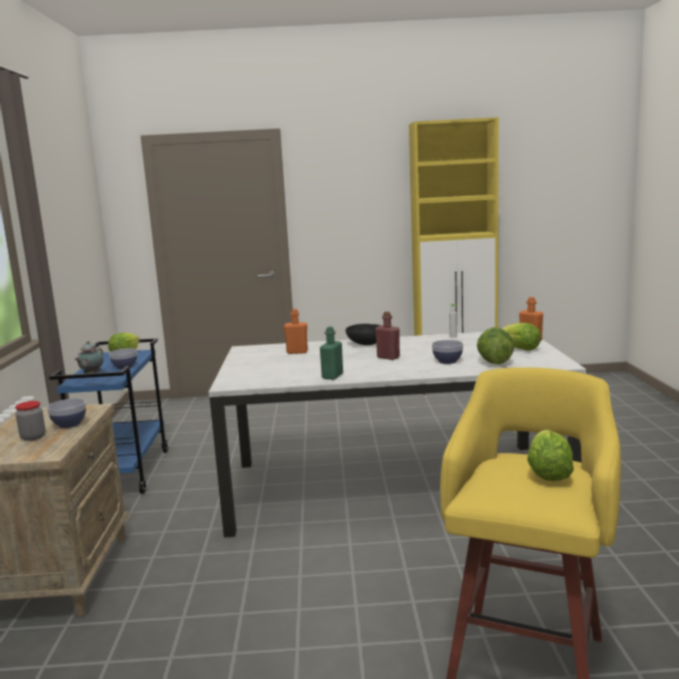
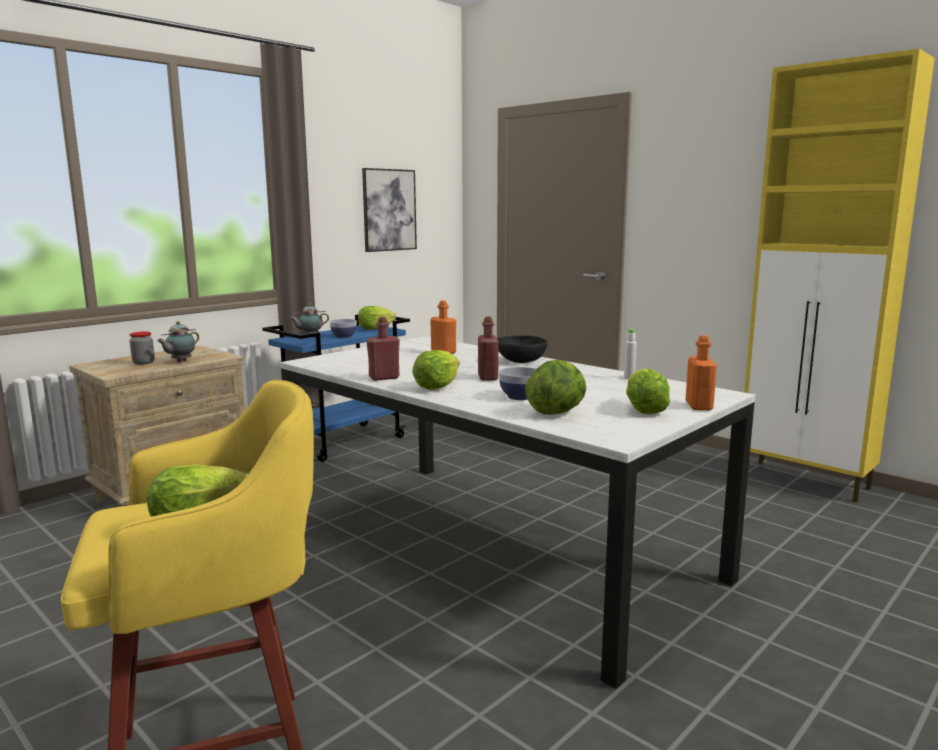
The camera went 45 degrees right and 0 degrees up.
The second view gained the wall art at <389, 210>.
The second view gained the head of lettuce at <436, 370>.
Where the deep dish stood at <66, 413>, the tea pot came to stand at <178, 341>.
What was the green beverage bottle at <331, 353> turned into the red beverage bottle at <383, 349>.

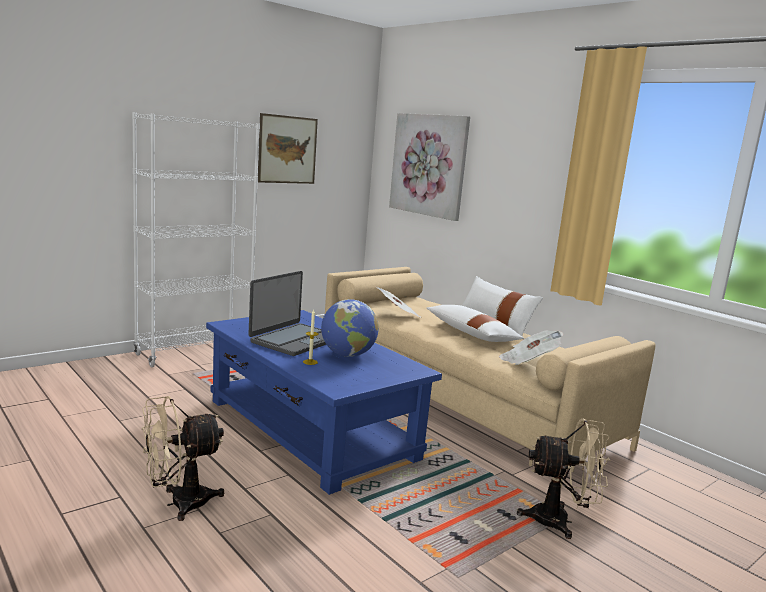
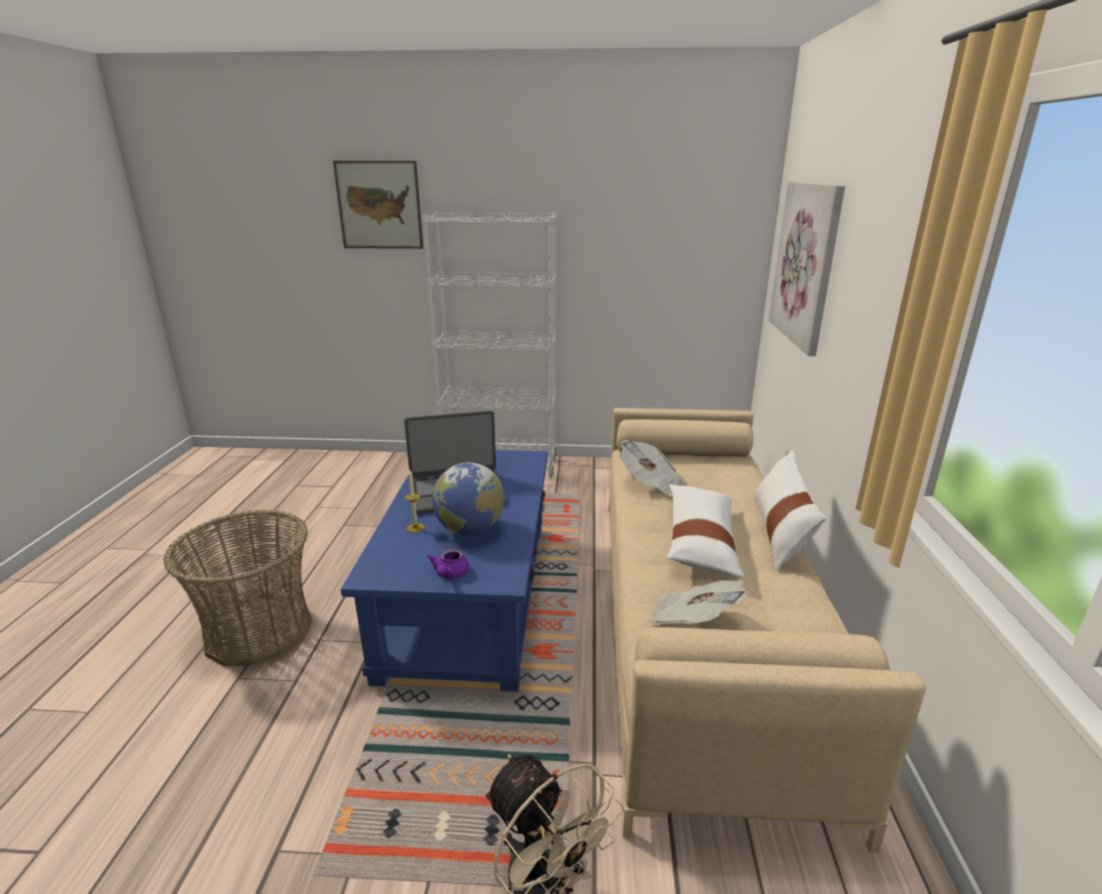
The camera went 45 degrees right and 10 degrees up.
The second view gained the purple tea pot at <448, 564>.
The wall art ended up elsewhere, having gone from <288, 148> to <378, 205>.
Where the sand-coloured cooling fan stood at <183, 458>, the household basket came to stand at <237, 587>.

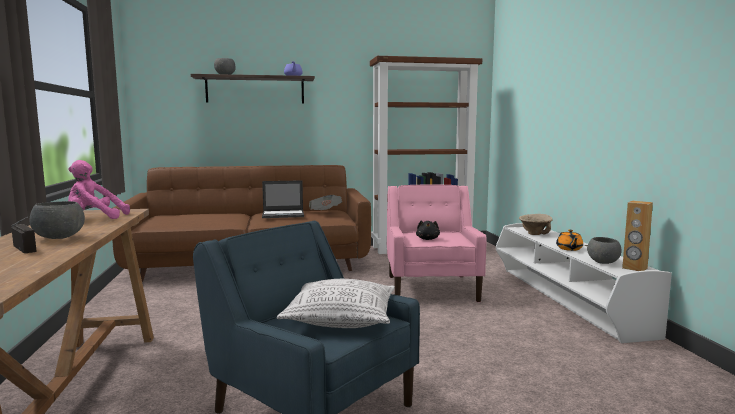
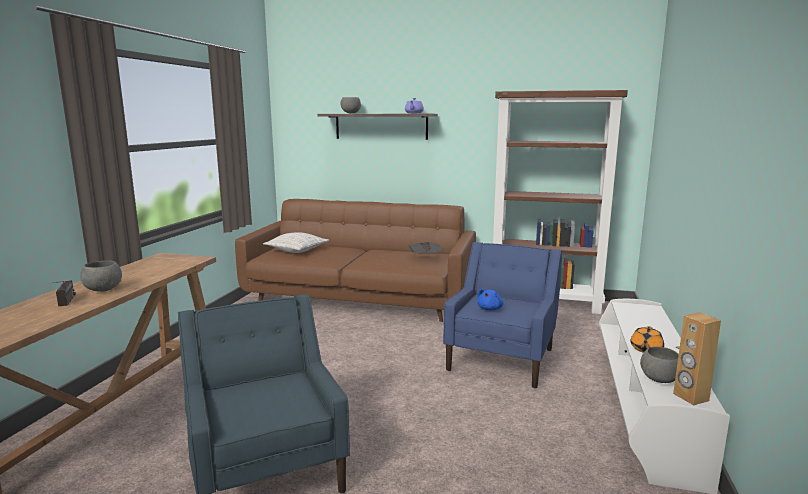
The camera went 25 degrees right and 5 degrees up.
The second view lost the pink cuddly toy at <99, 189>.
The second view lost the notebook computer at <283, 199>.
The second view lost the sand-coloured deep dish at <536, 224>.
The pillow ended up elsewhere, having gone from <335, 303> to <296, 242>.
What was the pink easy chair at <437, 243> turned into the bluish easy chair at <502, 315>.
What was the blackish cuddly toy at <428, 230> turned into the bluish cuddly toy at <490, 299>.

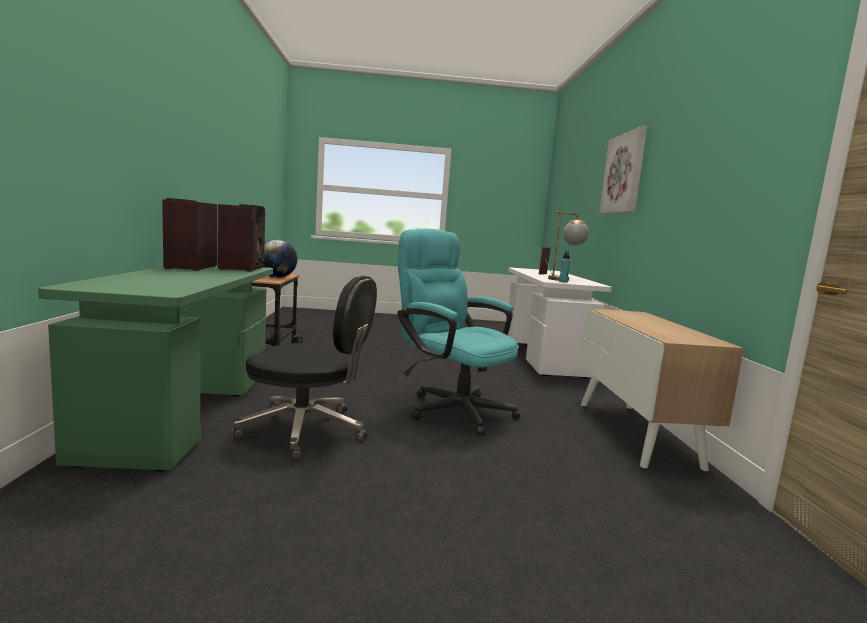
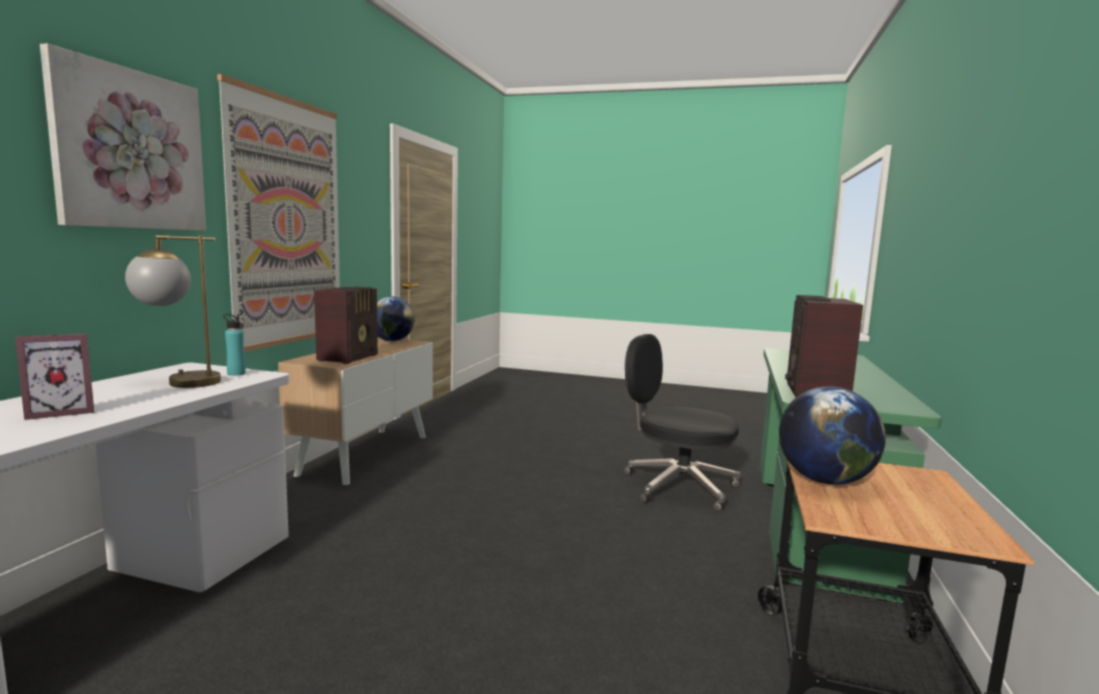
The camera went 160 degrees left and 0 degrees up.
The second view lost the turquoise-coloured desk chair at <458, 332>.
The second view gained the wall art at <278, 213>.
The second view gained the globe at <396, 318>.
The radio receiver ended up elsewhere, having gone from <189, 234> to <346, 325>.

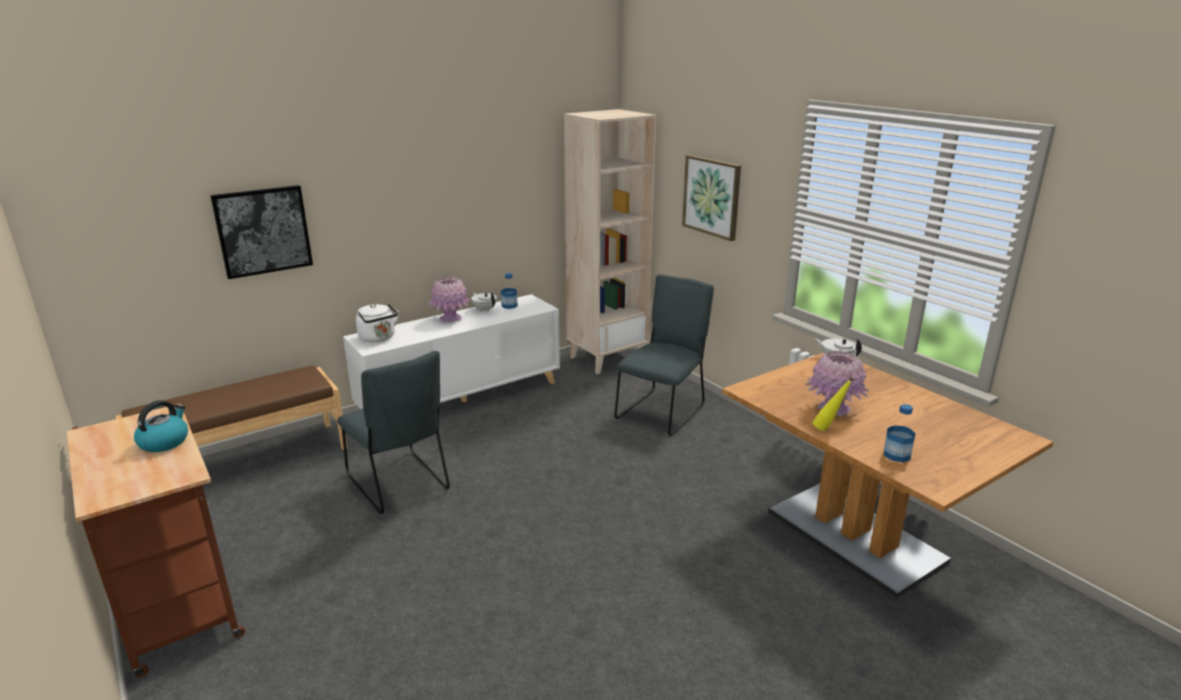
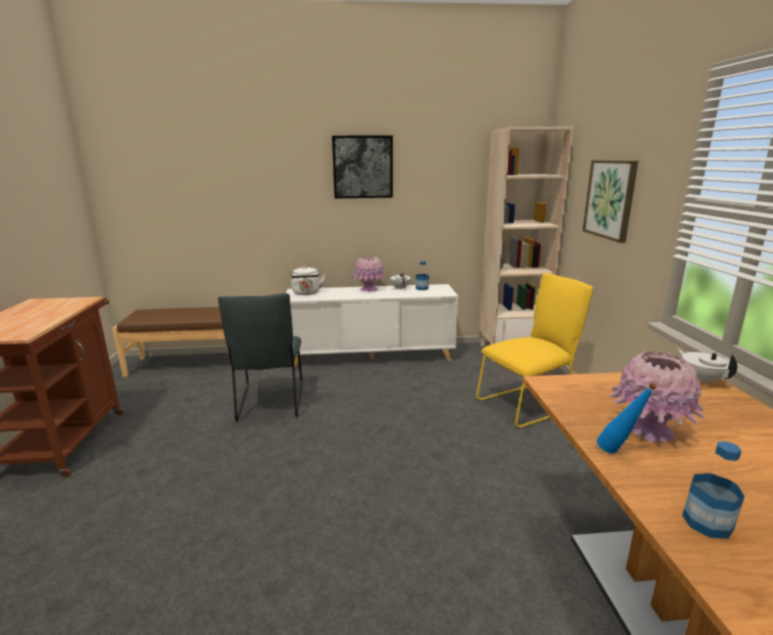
The camera went 30 degrees right and 5 degrees down.
The second view lost the kettle at <161, 426>.
The wall art ended up elsewhere, having gone from <261, 232> to <362, 166>.
What was the gray upright chair at <664, 355> turned into the yellow upright chair at <534, 350>.
What was the yellow beverage bottle at <833, 403> turned into the bluish beverage bottle at <627, 418>.

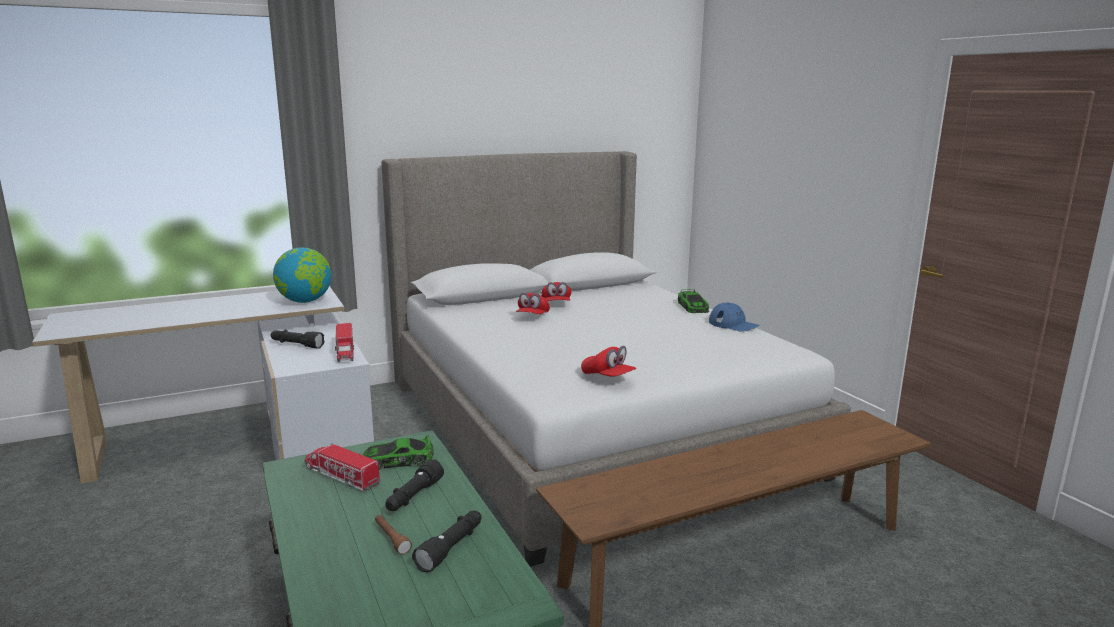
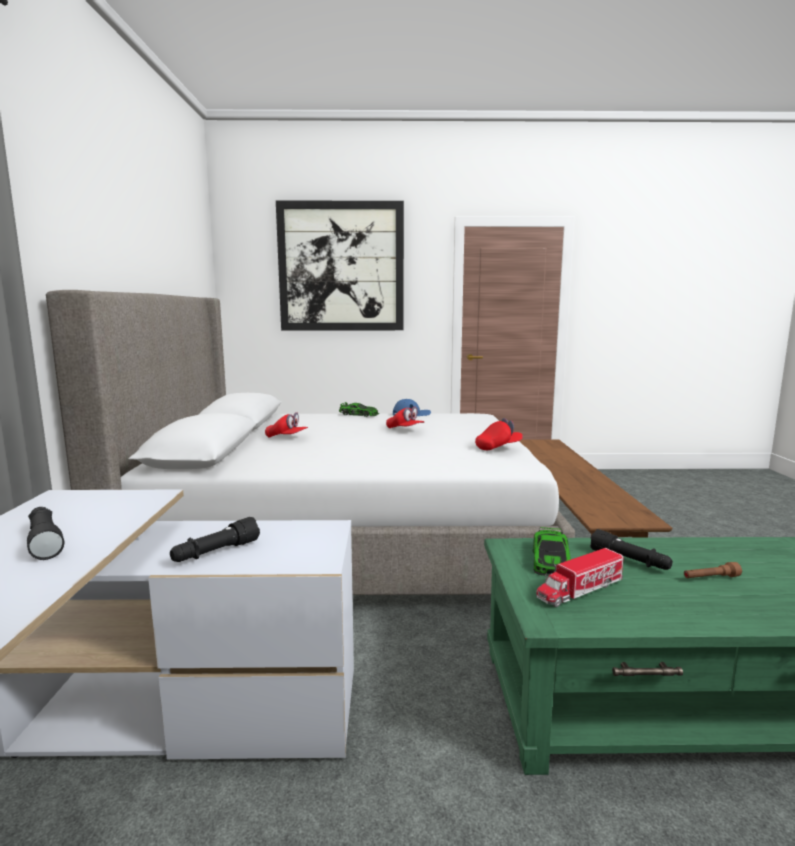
The camera went 65 degrees left and 5 degrees down.
The second view lost the globe at <302, 275>.
The second view lost the toy truck at <344, 342>.
The second view gained the wall art at <340, 265>.
The blackish flashlight ended up elsewhere, having gone from <446, 541> to <45, 533>.
The red cap ended up elsewhere, having gone from <533, 303> to <405, 417>.

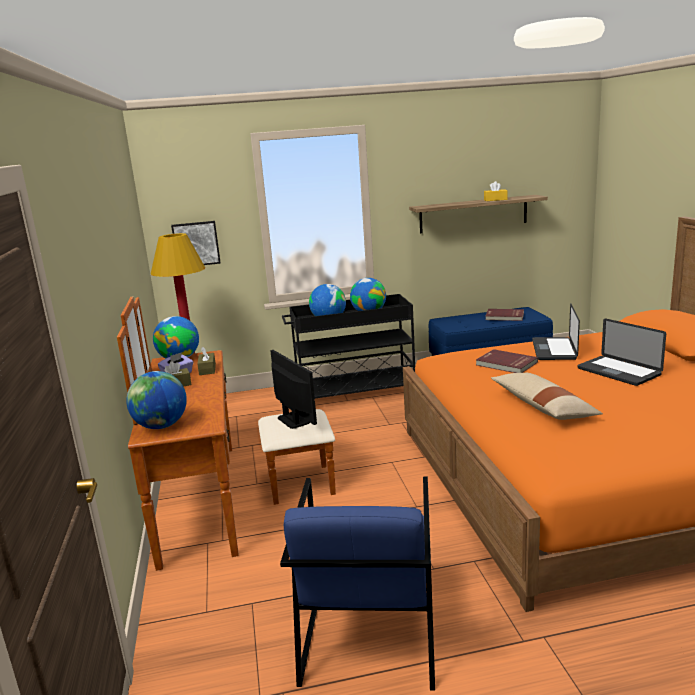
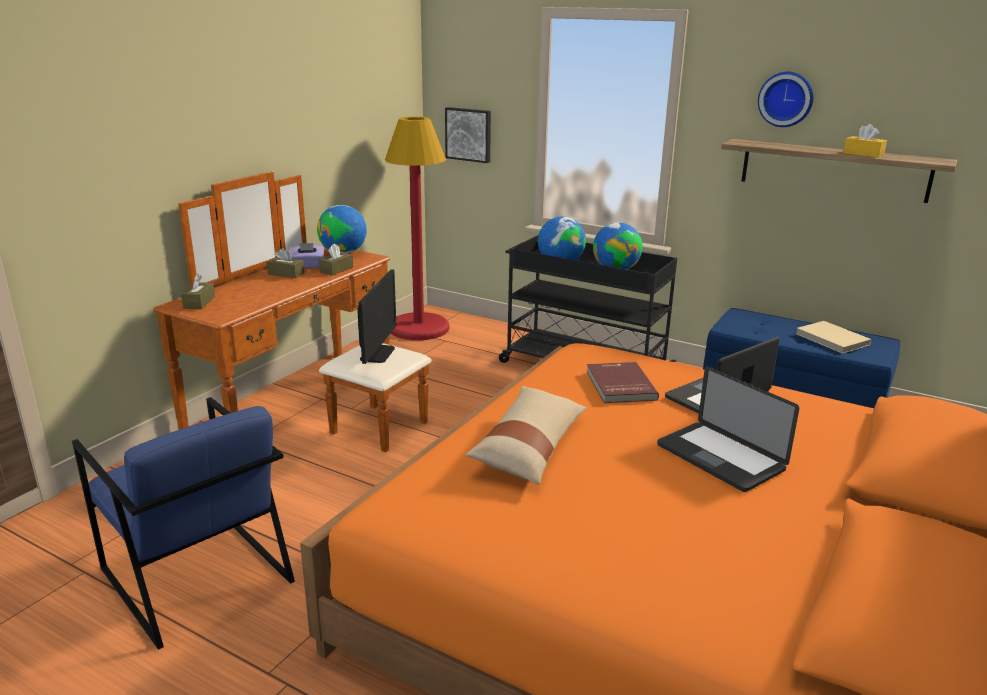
The camera went 40 degrees right and 5 degrees up.
The second view gained the clock on the wall at <785, 99>.
Where the globe stood at <156, 400>, the brown tissue holder came to stand at <198, 291>.
What was the red bound book at <504, 315> turned into the sand-coloured bound book at <834, 337>.
The bluish easy chair at <357, 584> ended up facing another way, 90 degrees counterclockwise from before.
The notebook computer at <621, 352> ended up facing another way, 45 degrees counterclockwise from before.

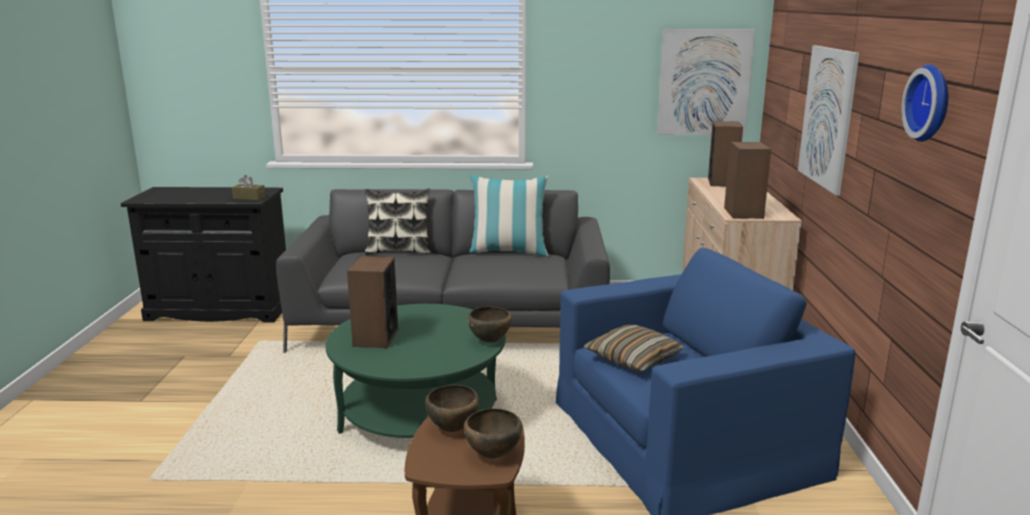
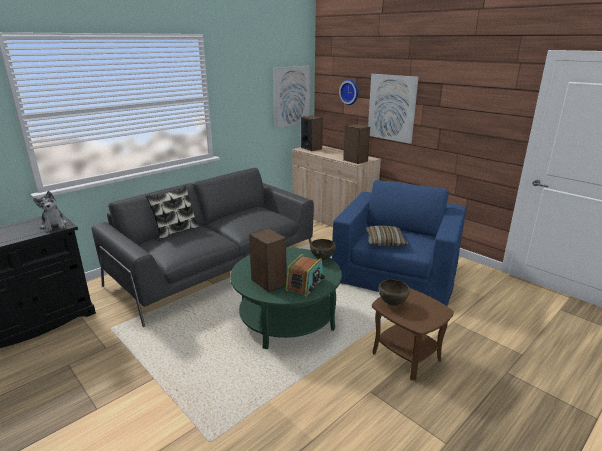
The camera went 45 degrees left and 5 degrees up.
The second view lost the brown deep dish at <493, 433>.
The second view lost the pillow at <509, 216>.
The second view gained the radio receiver at <305, 275>.
The clock on the wall ended up elsewhere, having gone from <924, 103> to <349, 92>.
Where the brown tissue holder stood at <248, 187>, the cuddly toy came to stand at <50, 211>.

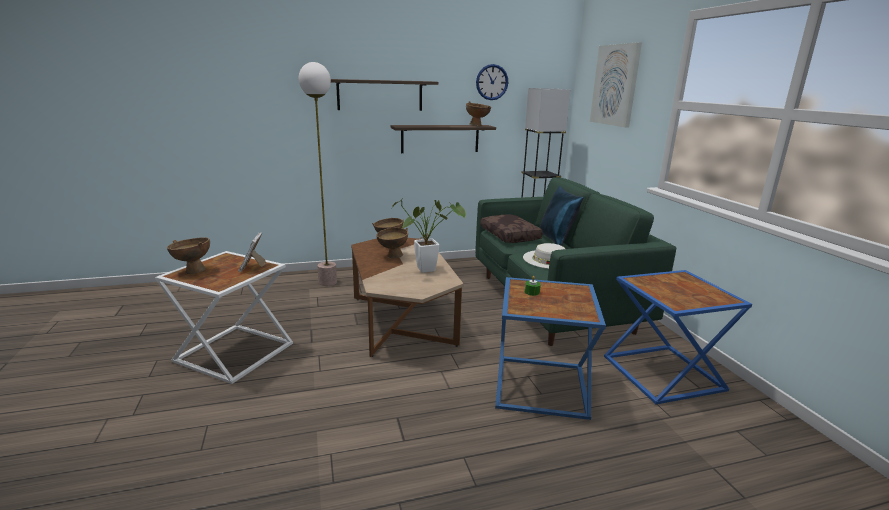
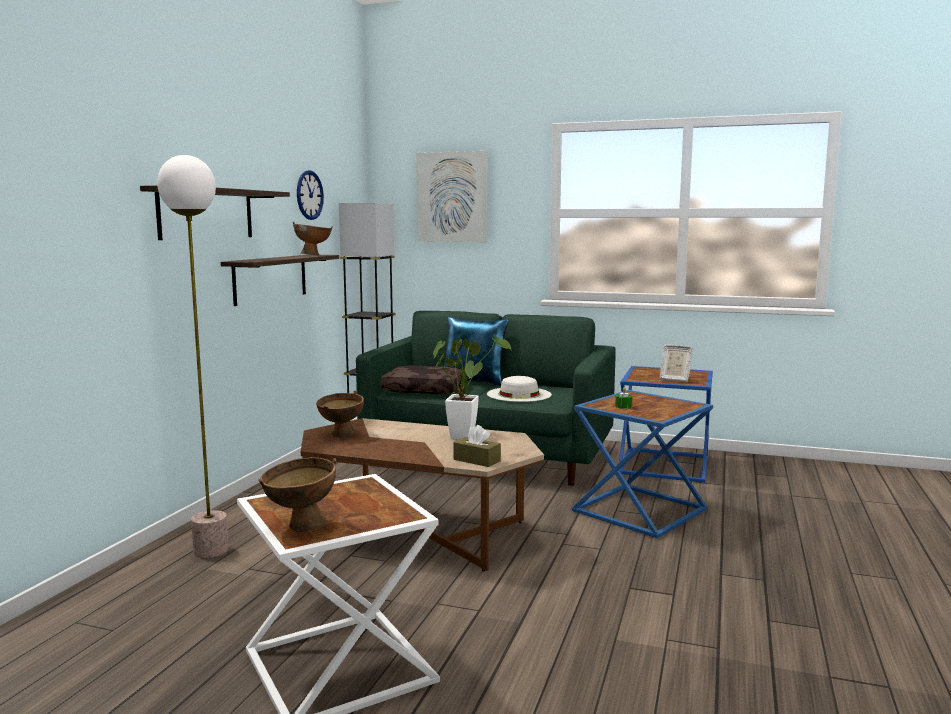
The camera went 55 degrees left and 10 degrees down.
The second view lost the brown deep dish at <392, 243>.
The second view gained the brown tissue holder at <477, 446>.
The picture frame ended up elsewhere, having gone from <252, 252> to <676, 363>.

